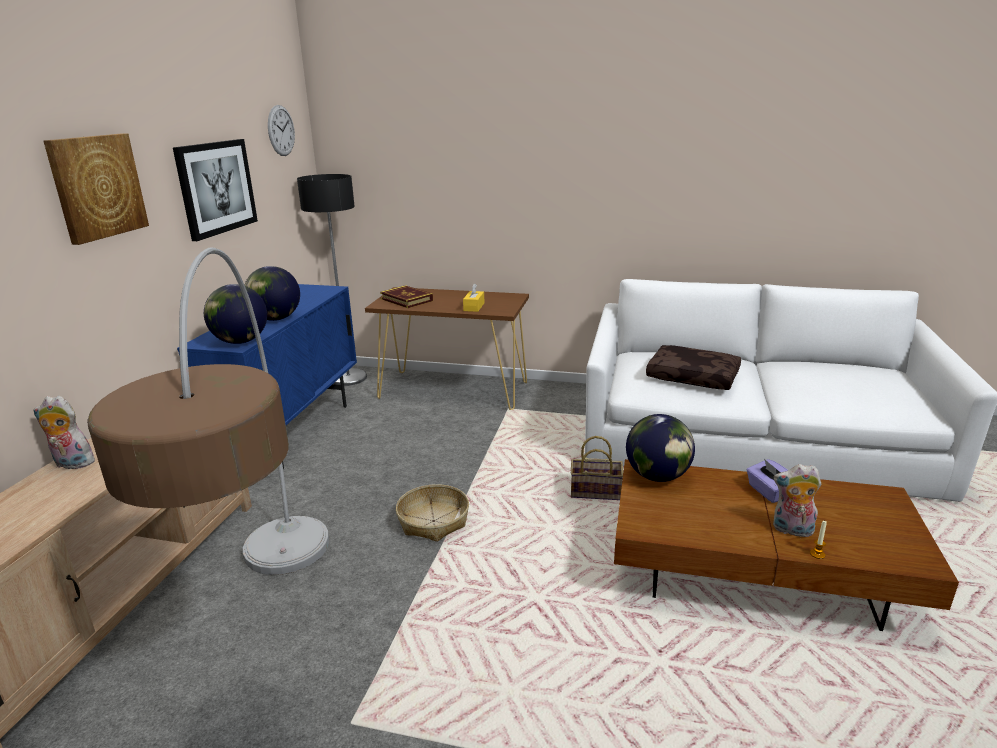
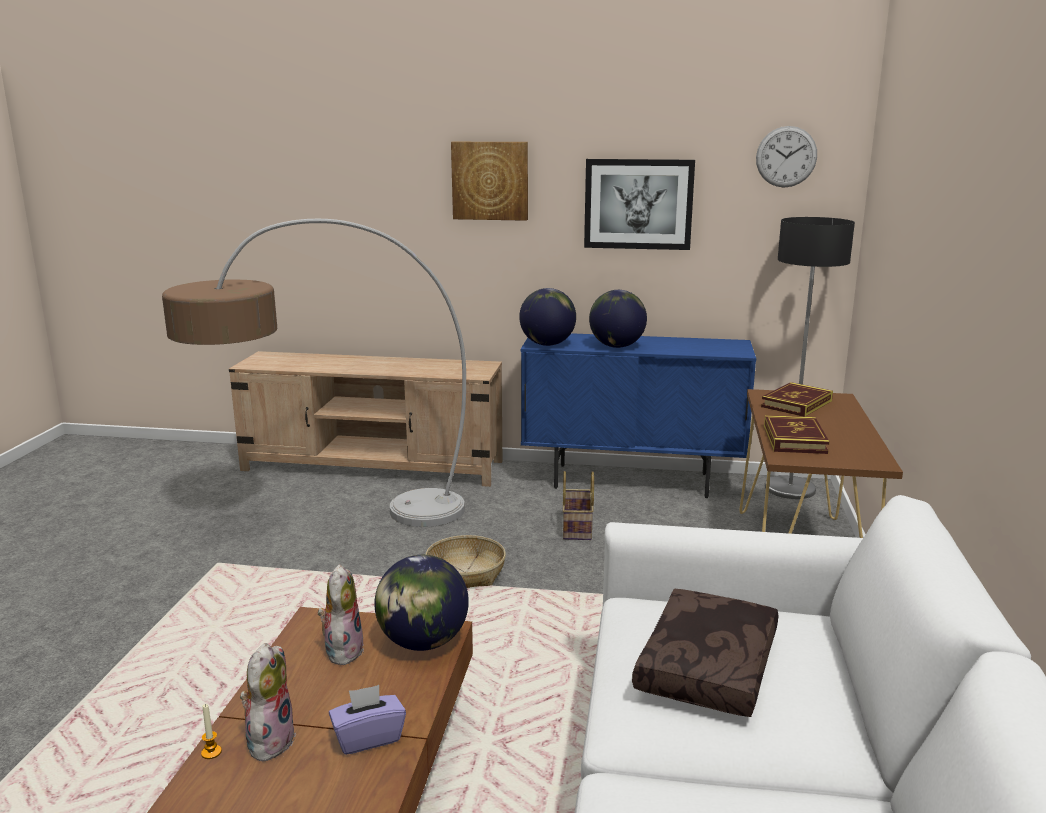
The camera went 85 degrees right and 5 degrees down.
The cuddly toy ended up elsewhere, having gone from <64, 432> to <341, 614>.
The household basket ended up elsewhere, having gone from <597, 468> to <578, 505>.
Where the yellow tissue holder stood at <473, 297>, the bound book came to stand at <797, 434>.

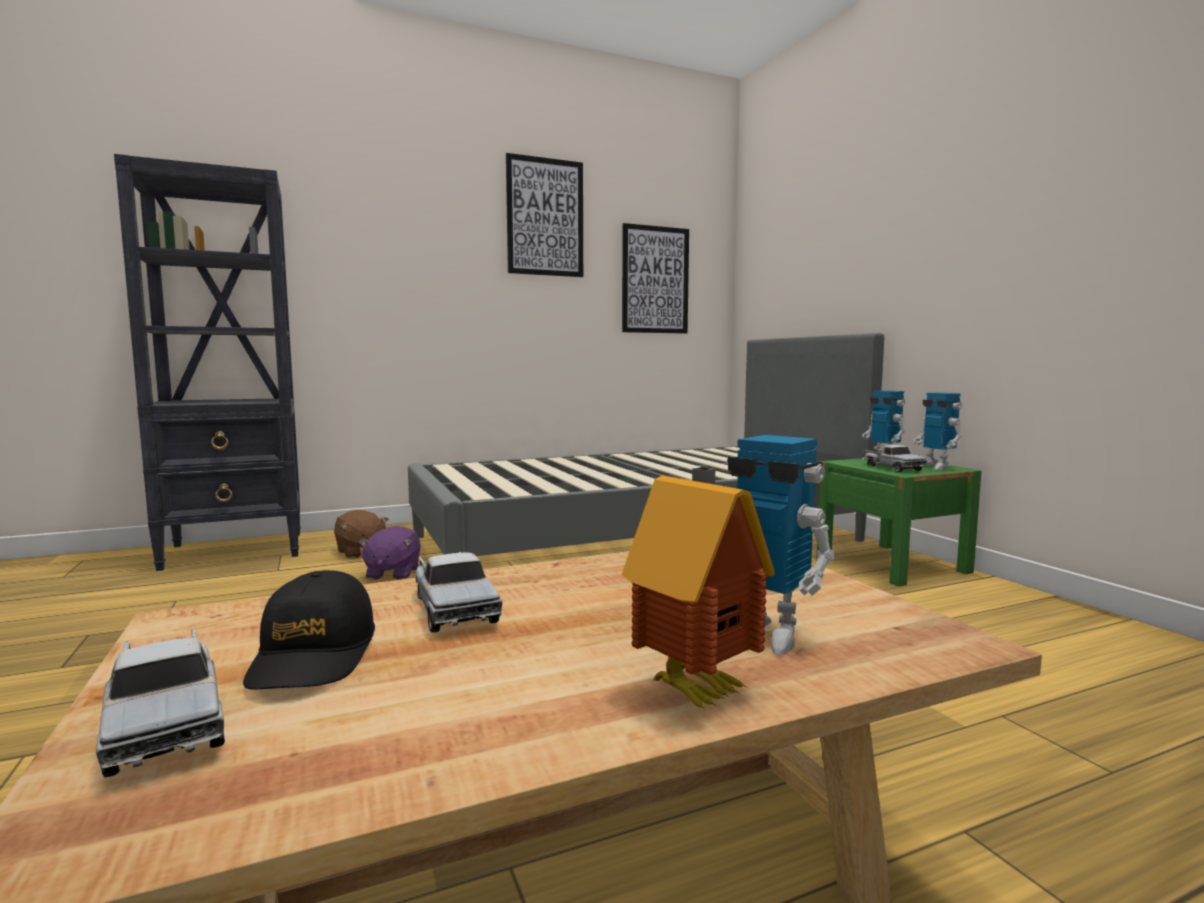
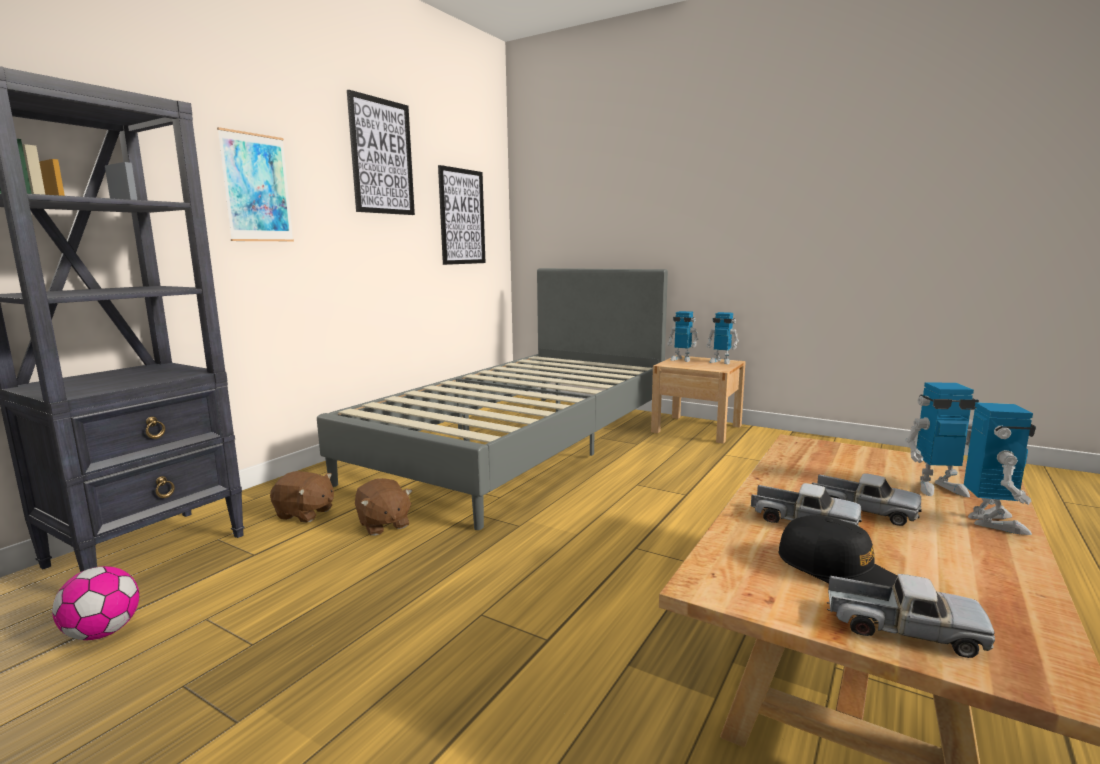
The camera went 35 degrees left and 5 degrees up.
The second view gained the ball for football at <95, 603>.
The second view gained the wall art at <255, 184>.
The toy truck ended up elsewhere, having gone from <895, 458> to <867, 499>.
Where the model house stood at <698, 588>, the toy robot came to stand at <1000, 468>.
What was the purple cuddly toy at <390, 553> turned into the brown cuddly toy at <383, 507>.
What was the green night table at <899, 522> turned into the sand-coloured night table at <698, 399>.

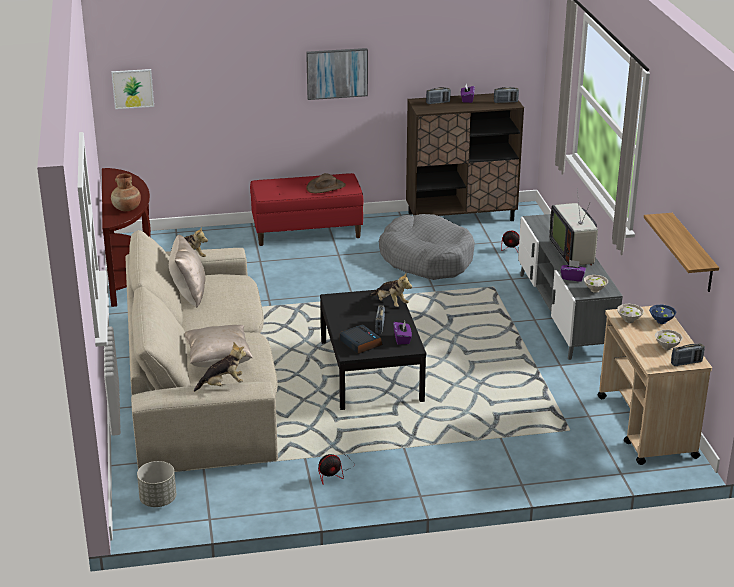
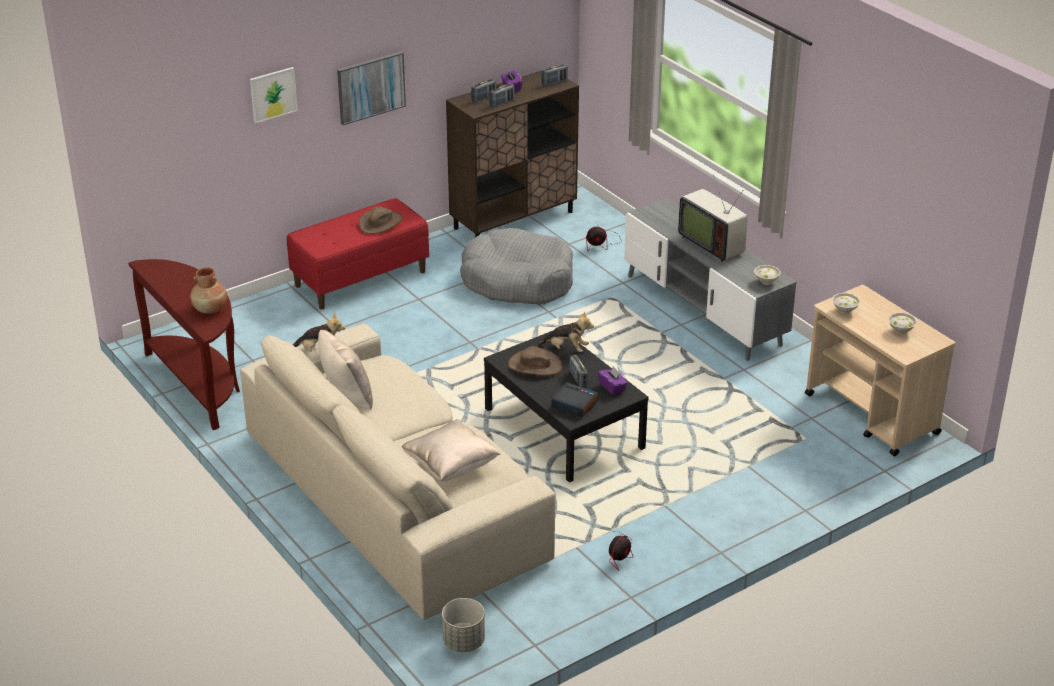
The camera went 25 degrees left and 5 degrees up.
The second view lost the cuddly toy at <220, 367>.
The second view lost the purple tissue holder at <573, 271>.
The second view lost the bracket shelf at <681, 252>.
The second view lost the bluish deep dish at <662, 314>.
The second view gained the brown wearable hat at <535, 361>.
The wall art ended up elsewhere, having gone from <132, 89> to <274, 95>.
The radio receiver ended up elsewhere, having gone from <688, 354> to <502, 95>.

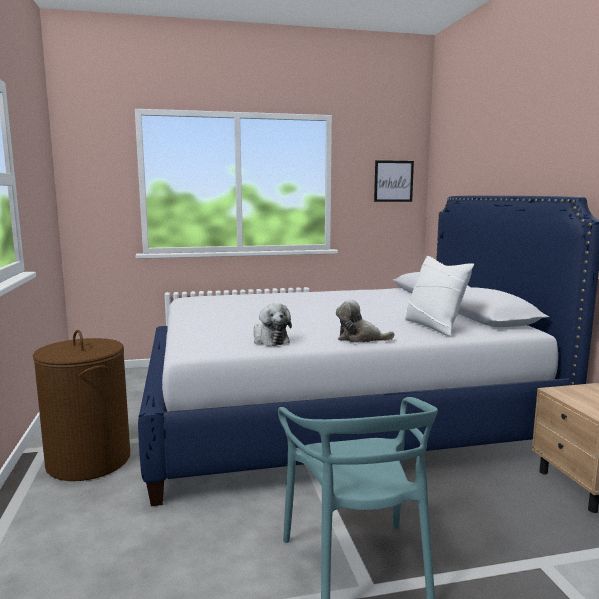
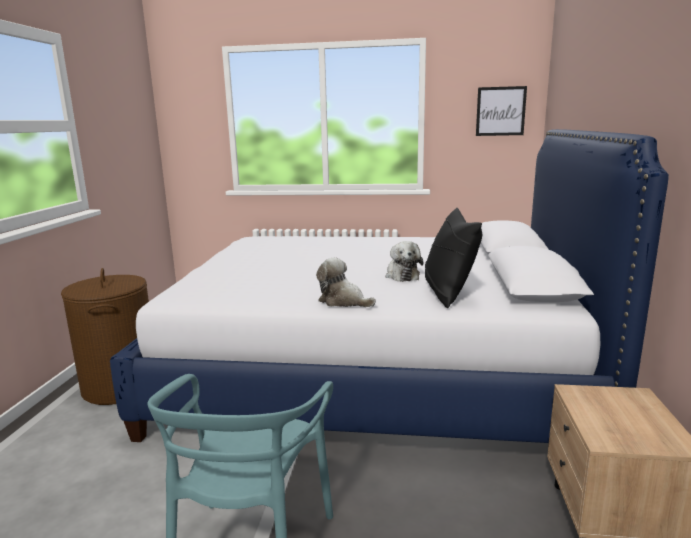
The camera went 20 degrees right and 5 degrees up.
The cuddly toy ended up elsewhere, having gone from <273, 324> to <404, 261>.
What was the white pillow at <439, 296> turned into the blackish pillow at <454, 258>.

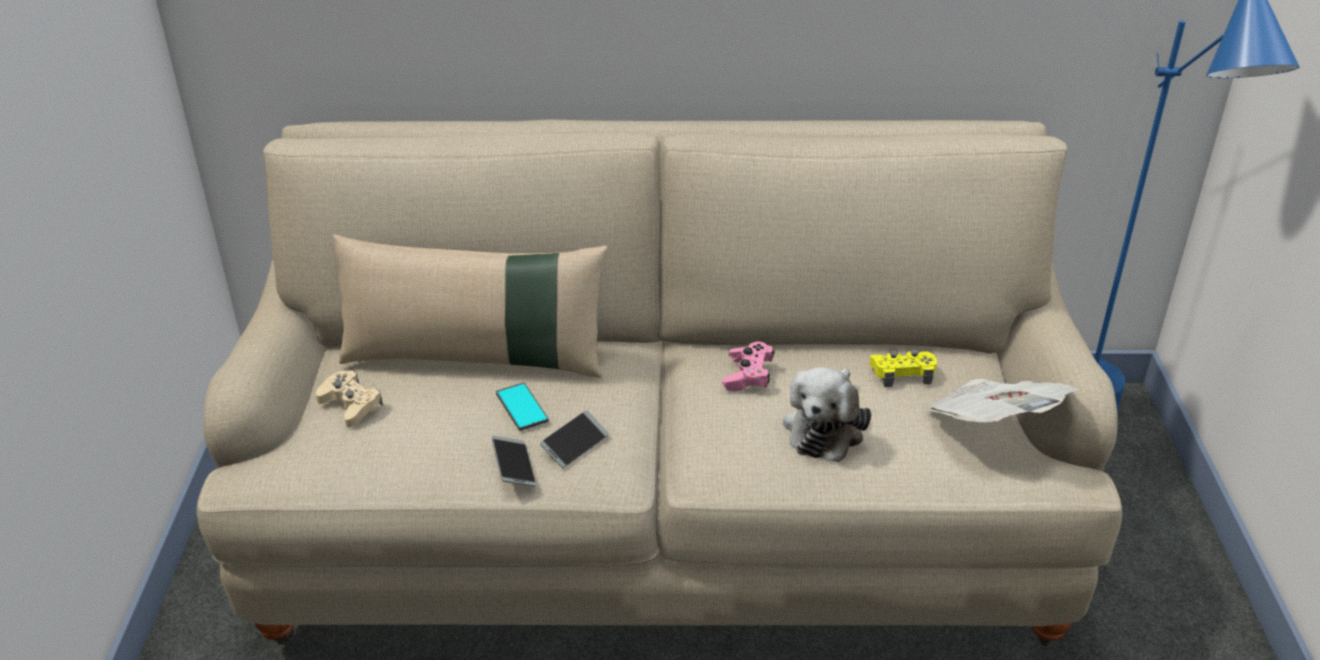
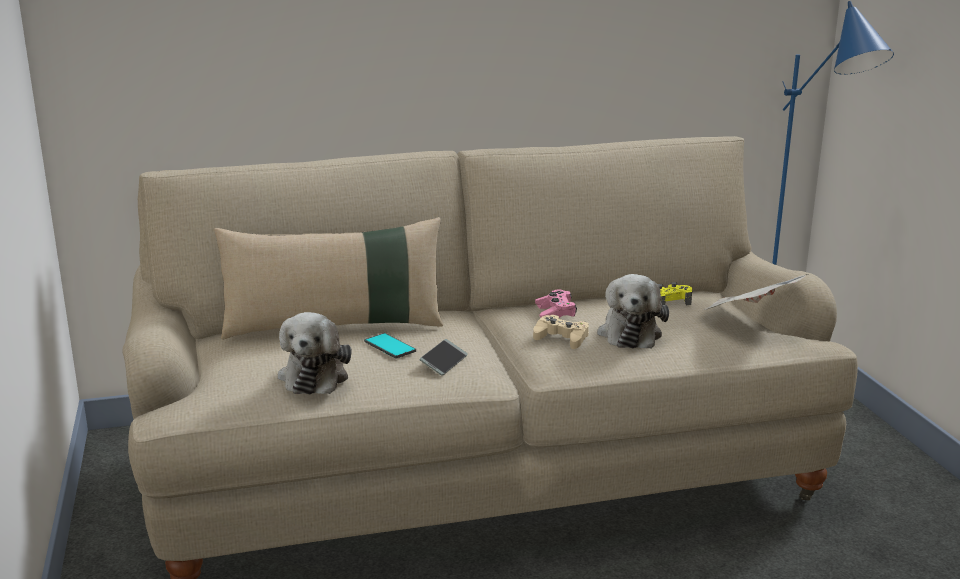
The camera went 15 degrees left and 15 degrees down.
The second view lost the telephone at <514, 461>.
The second view gained the cuddly toy at <314, 353>.
The sand-coloured joypad ended up elsewhere, having gone from <349, 398> to <561, 332>.

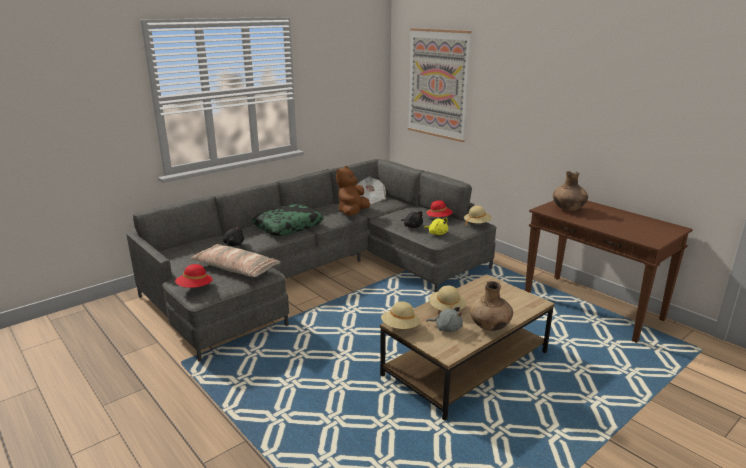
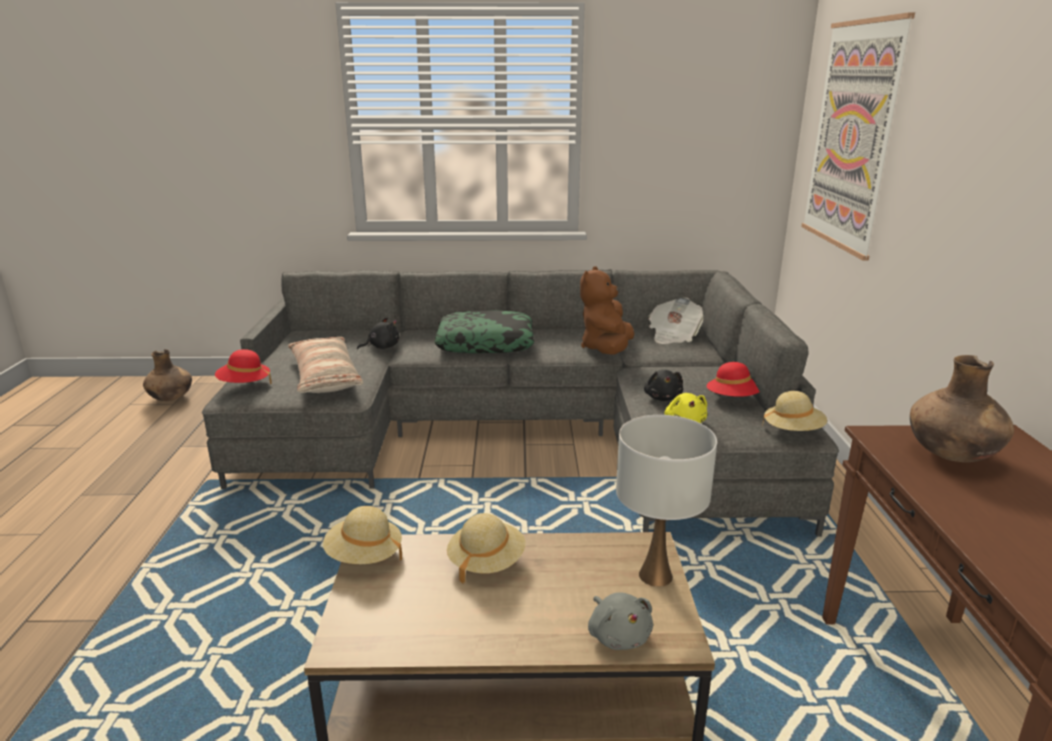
The camera went 40 degrees right and 0 degrees up.
The second view gained the white table lamp at <666, 501>.
The gray cuddly toy ended up elsewhere, having gone from <444, 319> to <620, 621>.
The brown vase ended up elsewhere, having gone from <491, 306> to <167, 375>.
The brown cuddly toy at <353, 191> ended up facing another way, 45 degrees counterclockwise from before.

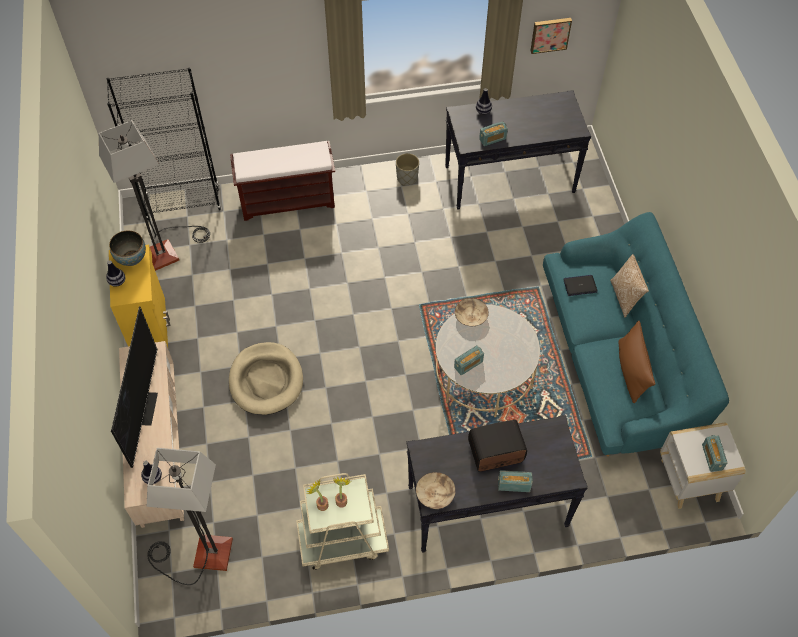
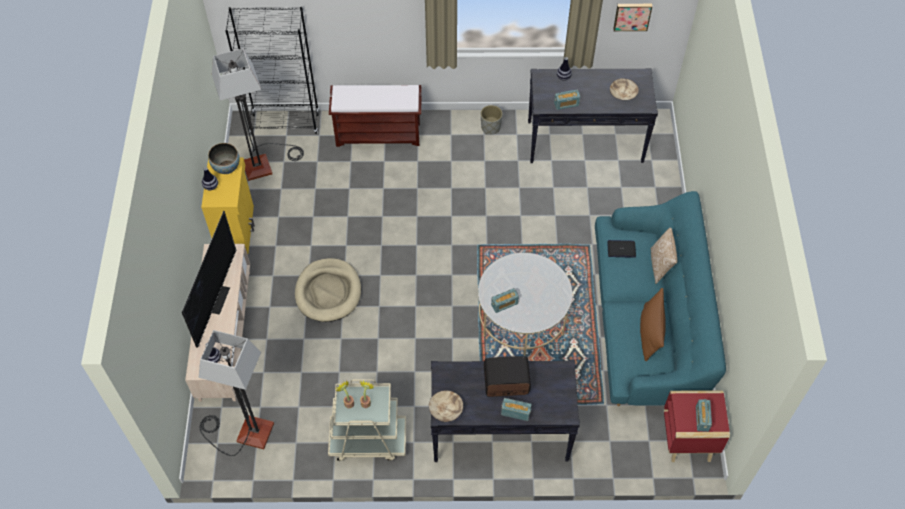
The camera went 10 degrees right and 0 degrees up.
The sand-coloured deep dish ended up elsewhere, having gone from <472, 312> to <624, 89>.
What was the white accent table at <703, 465> turned into the red accent table at <697, 426>.

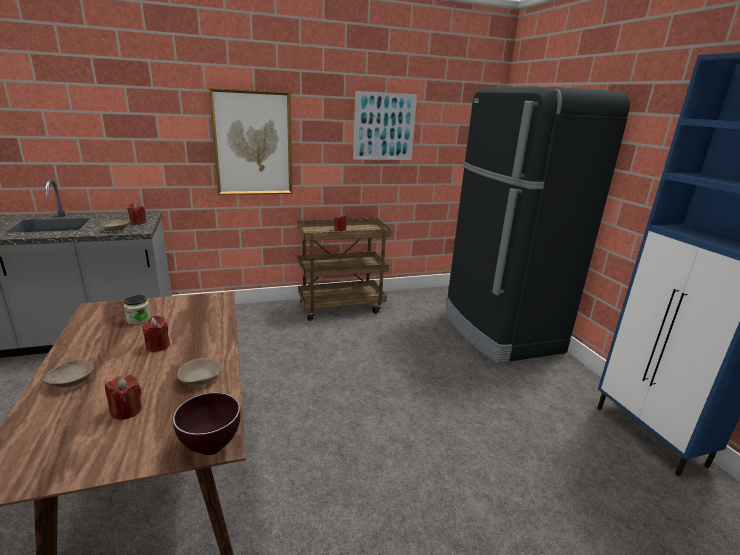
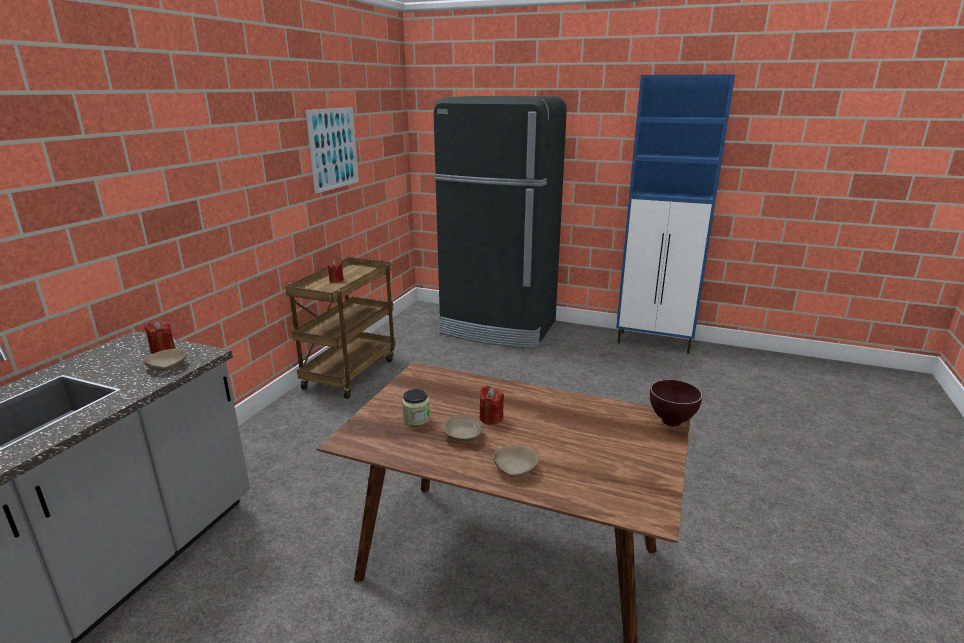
The camera went 50 degrees left and 0 degrees up.
The second view lost the red wax candle at <123, 397>.
The second view lost the wall art at <250, 141>.
The sand-coloured deep dish ended up elsewhere, having gone from <199, 372> to <463, 428>.

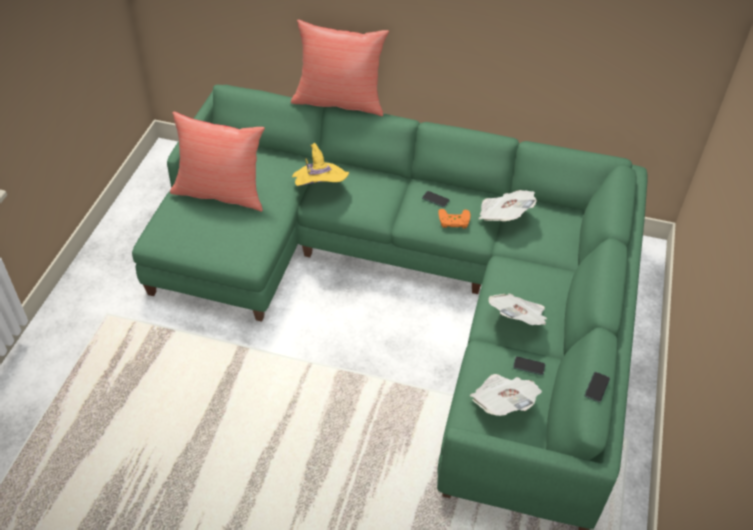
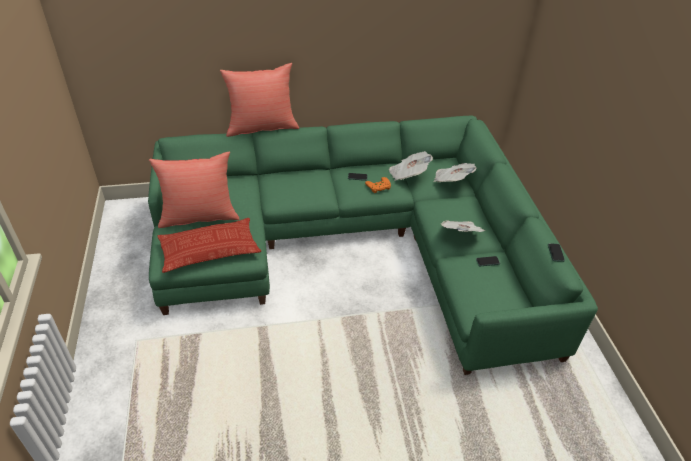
The camera went 25 degrees left and 5 degrees down.
The second view lost the yellow wearable hat at <320, 164>.
The second view gained the pillow at <209, 245>.
The printed paper ended up elsewhere, having gone from <506, 395> to <454, 172>.

